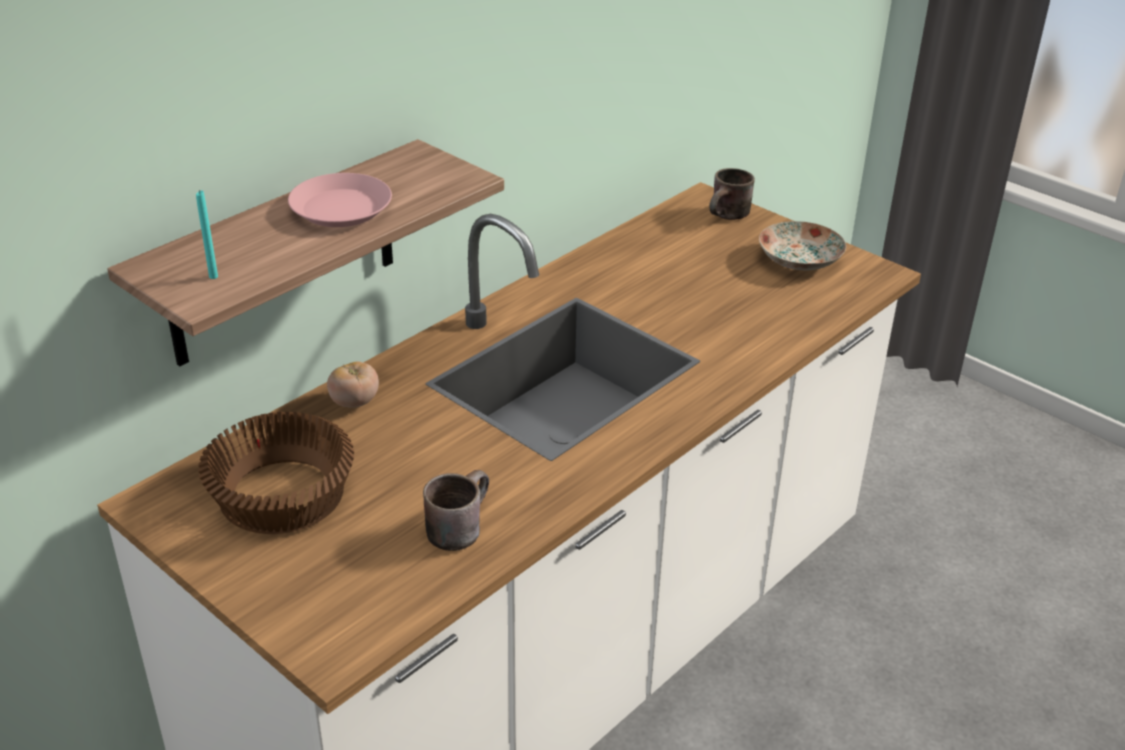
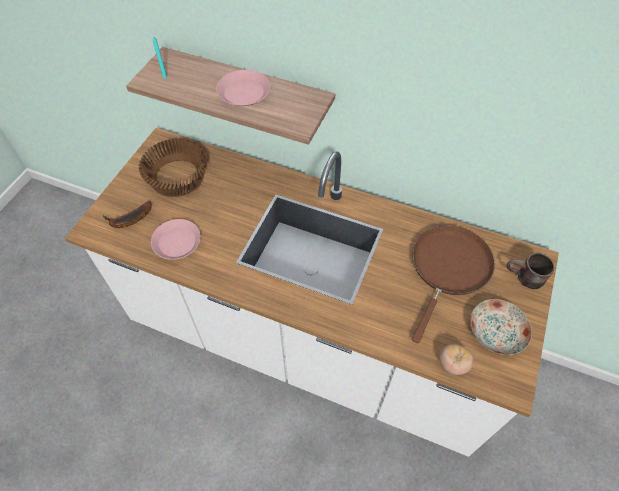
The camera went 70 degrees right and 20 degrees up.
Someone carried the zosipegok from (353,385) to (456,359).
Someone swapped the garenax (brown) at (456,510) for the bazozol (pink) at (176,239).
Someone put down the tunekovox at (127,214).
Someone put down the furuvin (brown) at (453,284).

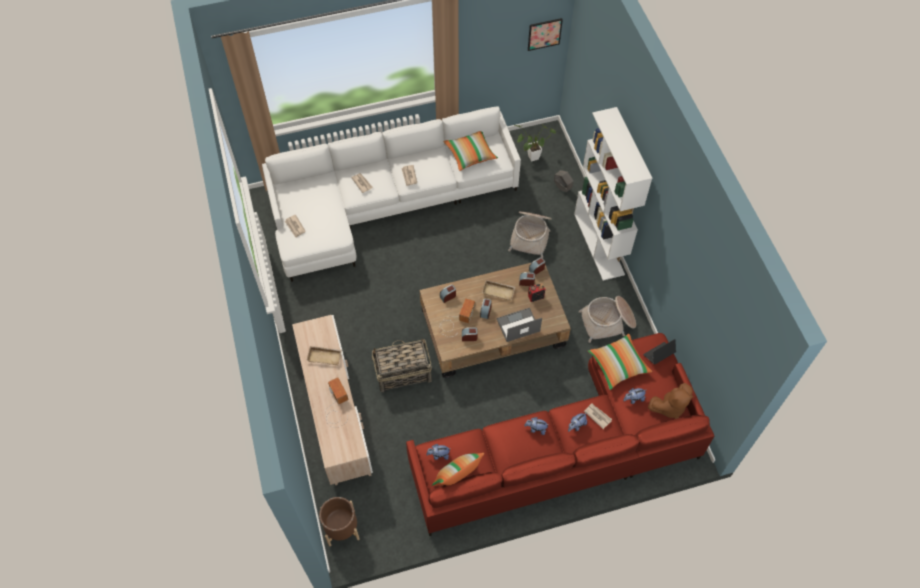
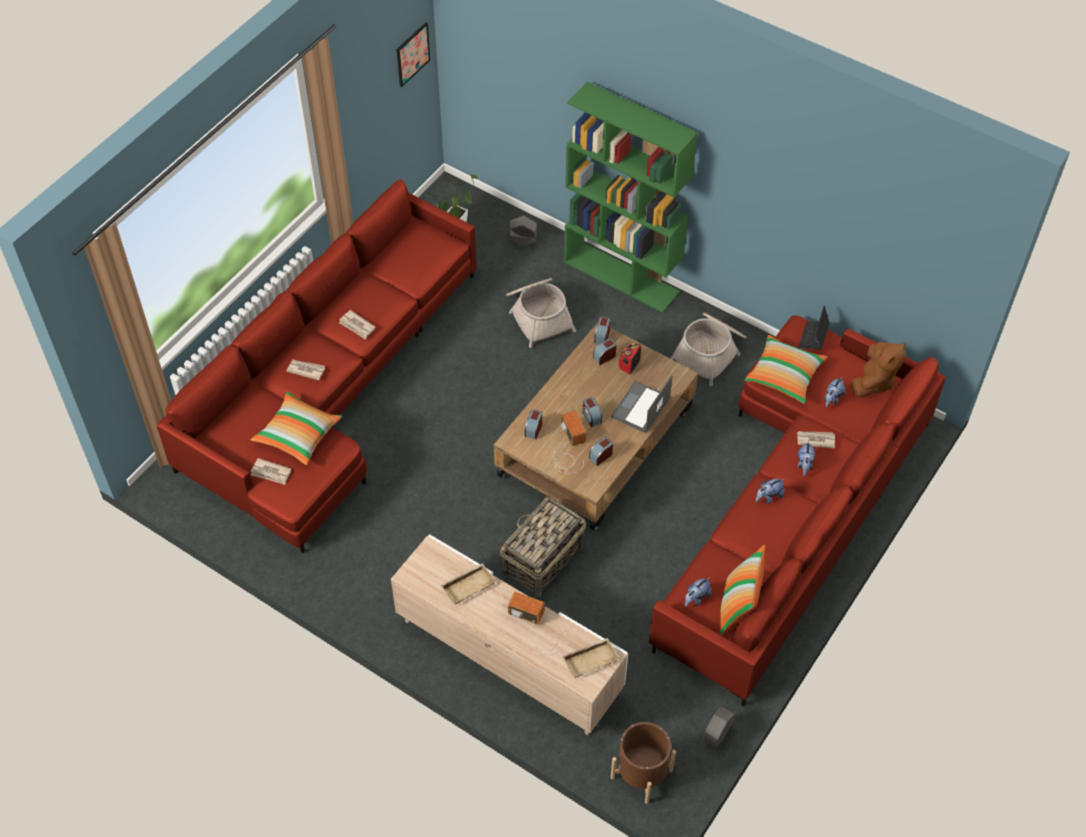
The camera went 40 degrees left and 5 degrees down.
Someone repainted the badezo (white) at (391,194), which became the badezo (red) at (317,366).
Someone repainted the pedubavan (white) at (613,194), which became the pedubavan (green) at (631,197).
Someone carried the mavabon from (470,151) to (296,428).
Someone carried the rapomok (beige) from (498,290) to (590,658).
Someone put down the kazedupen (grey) at (718,727).

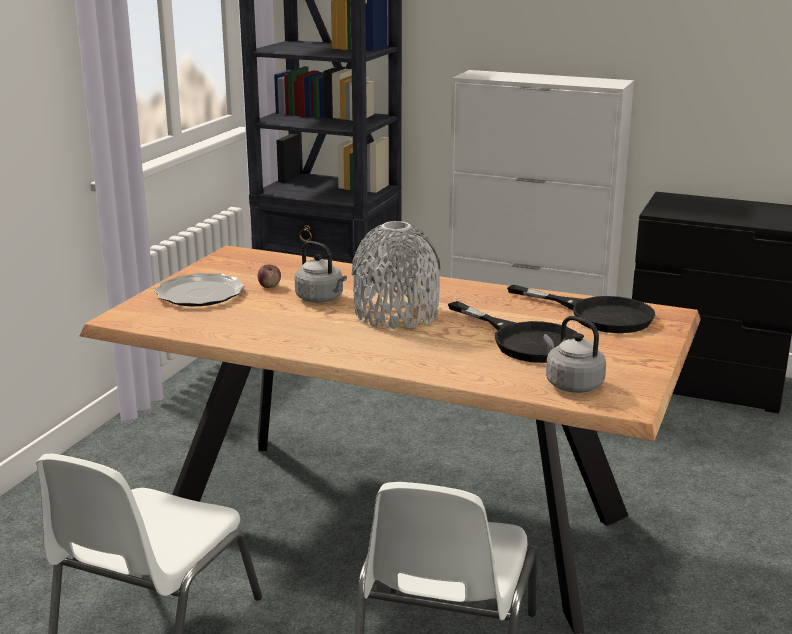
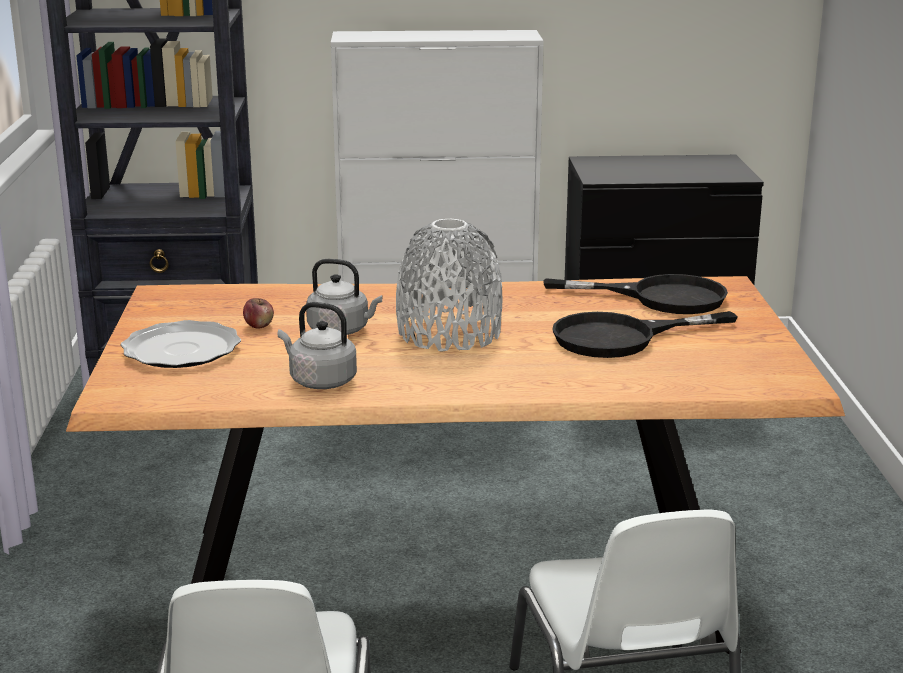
The camera went 25 degrees left and 0 degrees up.
Someone rotated the furuvin (black) at (512,332) by 135 degrees clockwise.
Someone carried the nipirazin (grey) from (574,354) to (317,345).

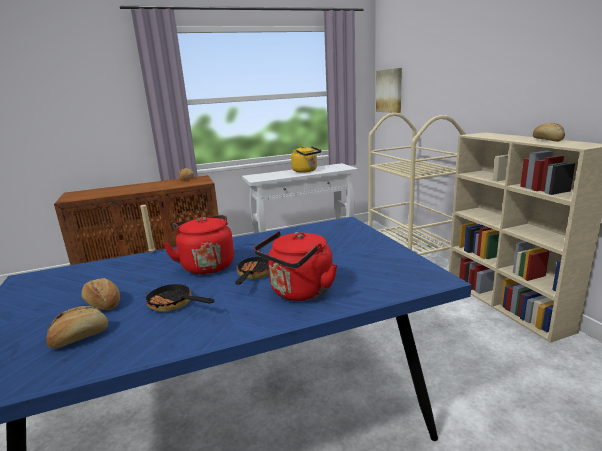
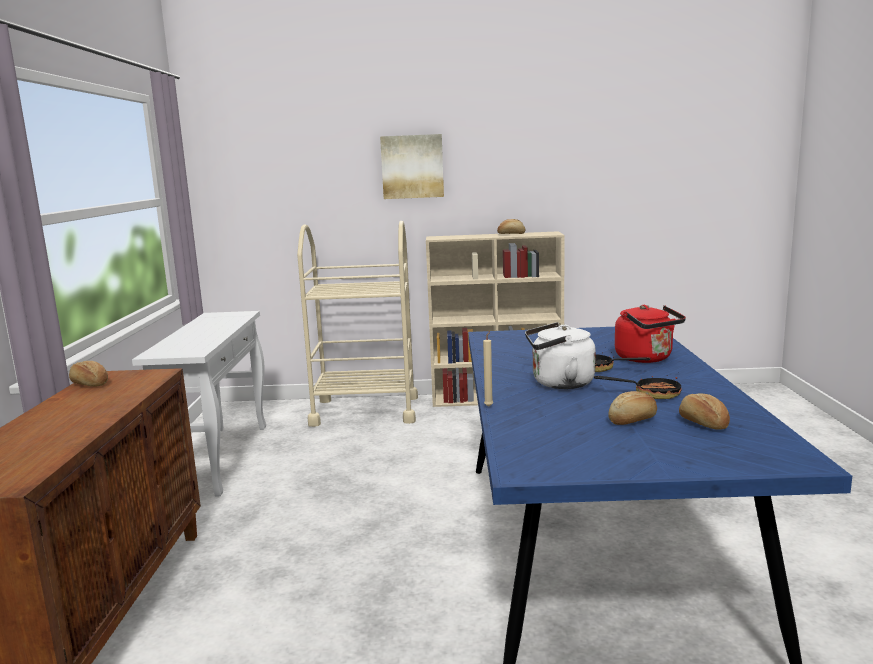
The camera went 70 degrees left and 5 degrees down.
Someone carried the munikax from (389,90) to (412,166).
Someone took away the nipirazin (yellow) at (306,159).
Someone repainted the nipirazin (red) at (198,245), which became the nipirazin (white) at (560,355).
Someone rotated the furuvin at (178,297) by 135 degrees counterclockwise.

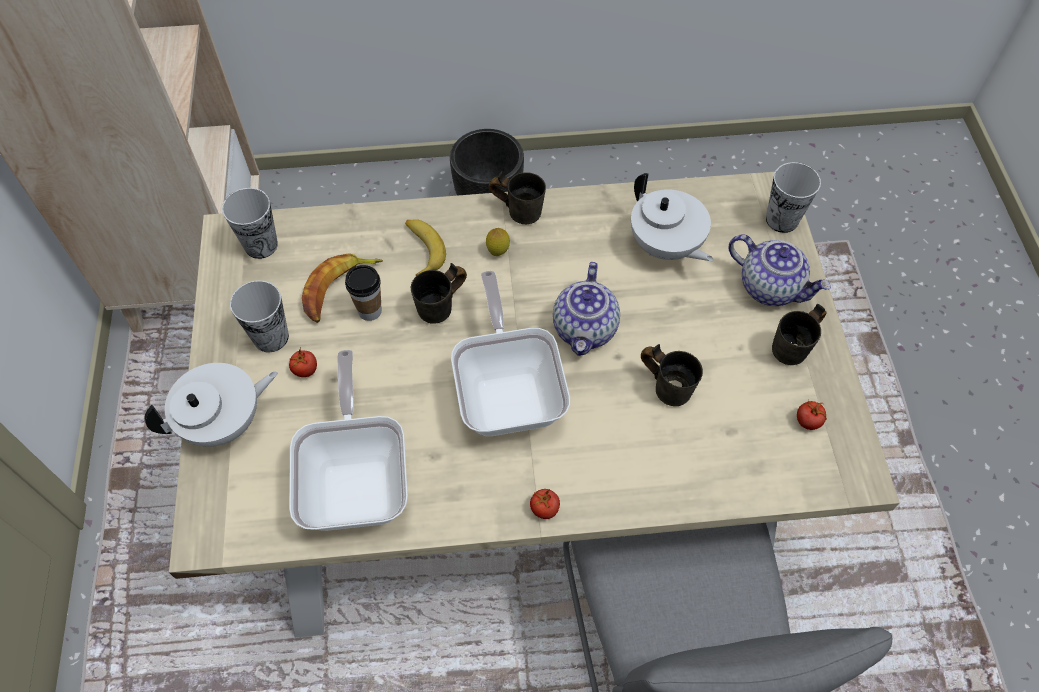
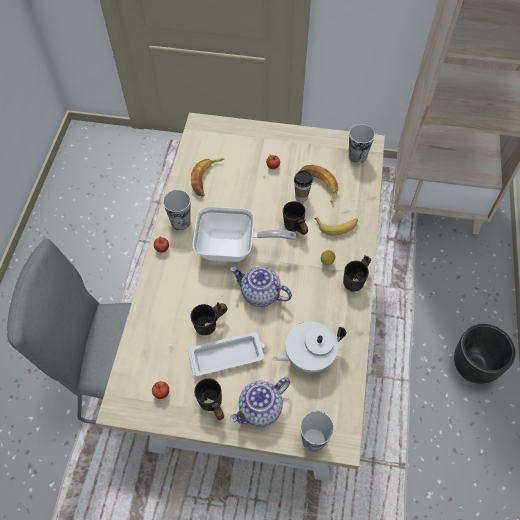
The camera went 105 degrees right and 0 degrees up.
Someone carried the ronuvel from (259,316) to (177,210).
Someone swapped the furuvin at (348,440) for the tunekovox at (207,177).
Someone took away the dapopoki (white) at (211,405).
Someone put down the rapomok (white) at (226,354).

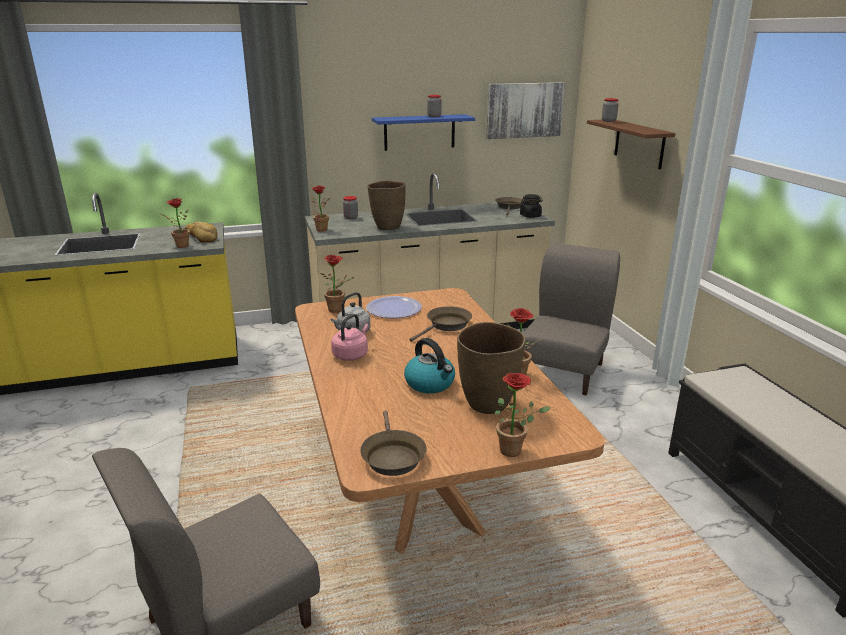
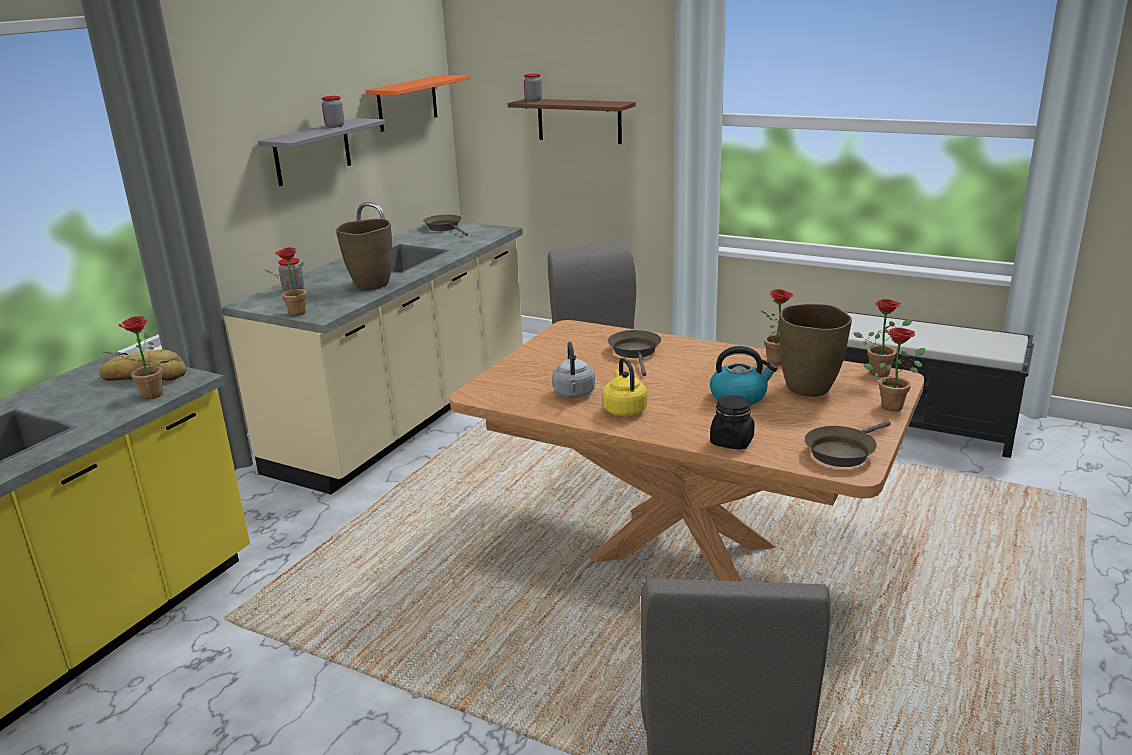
The camera went 45 degrees left and 0 degrees up.
Someone swapped the munikax at (525,110) for the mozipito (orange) at (417,103).
Someone repainted the mozipito (blue) at (423,132), which became the mozipito (grey) at (321,152).
Someone carried the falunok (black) from (531,206) to (732,422).
Someone carried the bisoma from (337,284) to (883,338).
Someone took away the bazozol at (394,307).
Someone repainted the nipirazin (pink) at (350,337), which became the nipirazin (yellow) at (625,387).
Someone rotated the furuvin (brown) at (393,443) by 105 degrees clockwise.

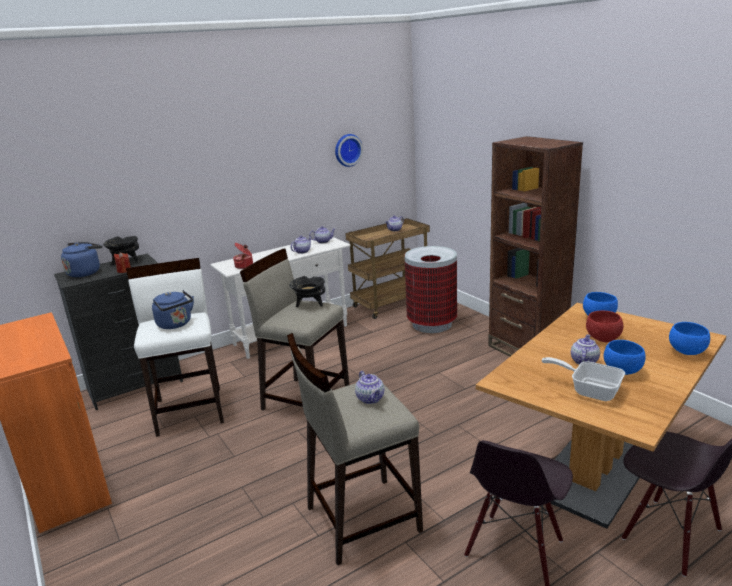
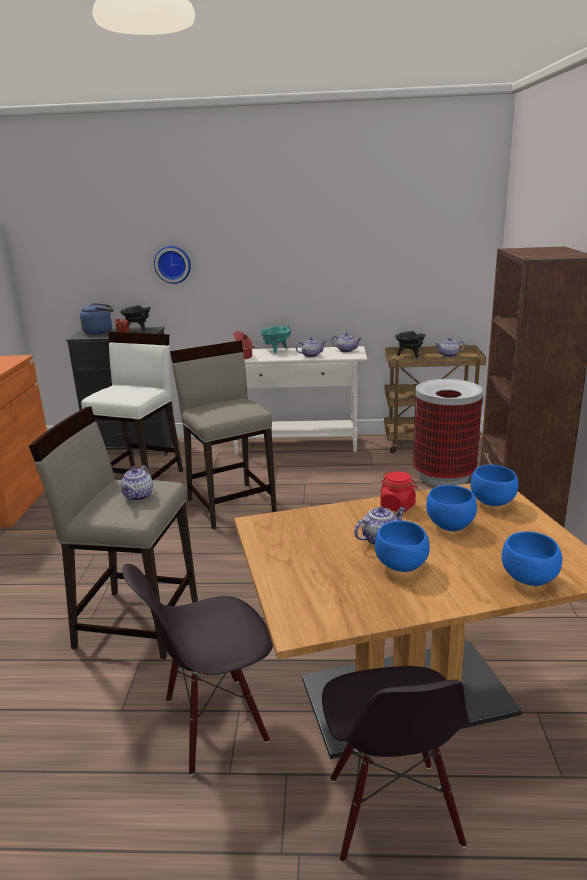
The camera went 35 degrees right and 0 degrees up.
Someone carried the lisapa from (349,150) to (172,265).
Someone carried the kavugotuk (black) from (307,291) to (410,344).
Someone took away the nipirazin (blue) at (173,309).
Someone repainted the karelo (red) at (604,326), which became the karelo (blue) at (451,508).
Someone took away the furuvin at (583,379).
Someone put down the kavugotuk (turquoise) at (275,339).
Someone put down the falunok (red) at (398,491).

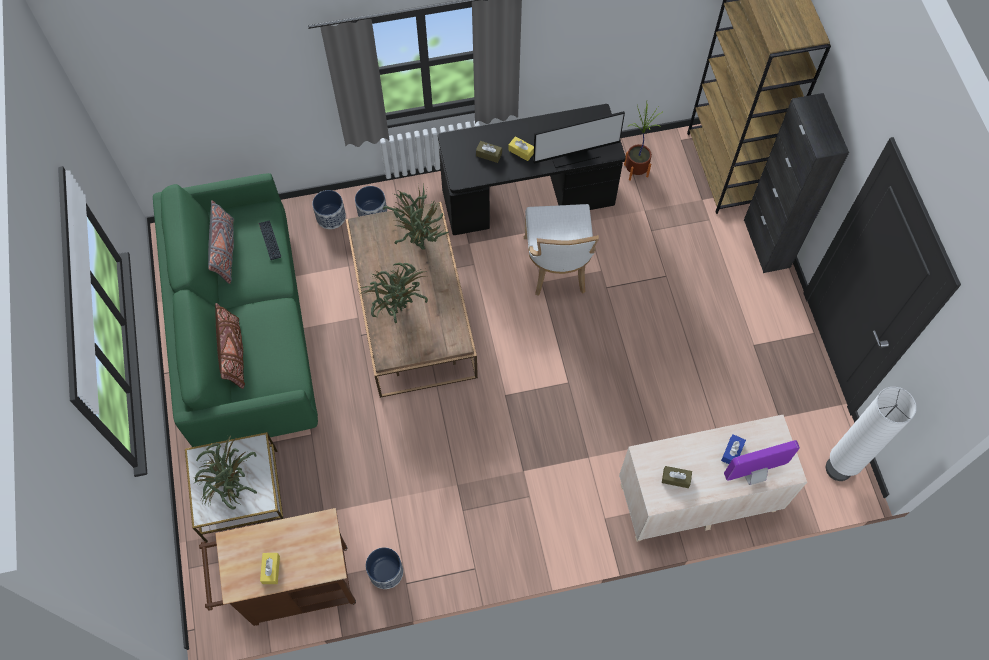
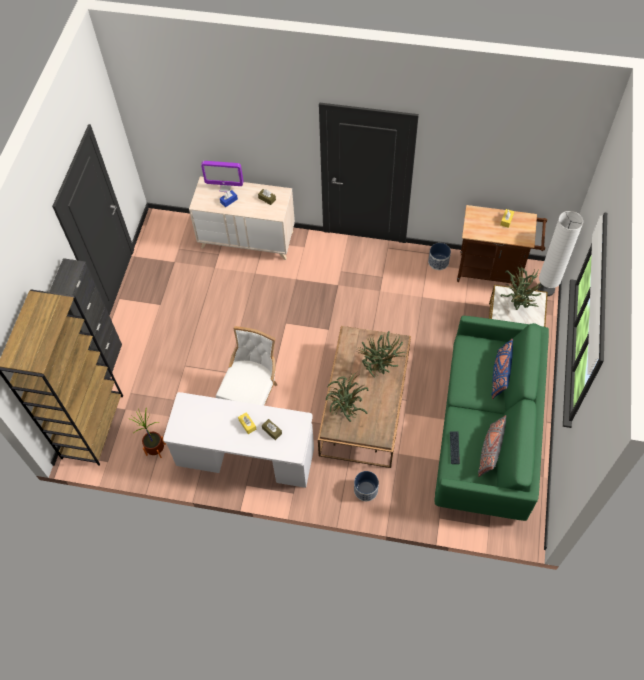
The camera went 155 degrees left and 5 degrees down.
Someone repainted the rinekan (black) at (532,169), which became the rinekan (white) at (238,440).
Someone took away the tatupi at (579,139).
Someone took away the kazedupen at (329,209).
Someone repainted the mavabon (brown) at (230,346), which became the mavabon (blue) at (502,368).
Someone carried the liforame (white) from (871,434) to (560,254).

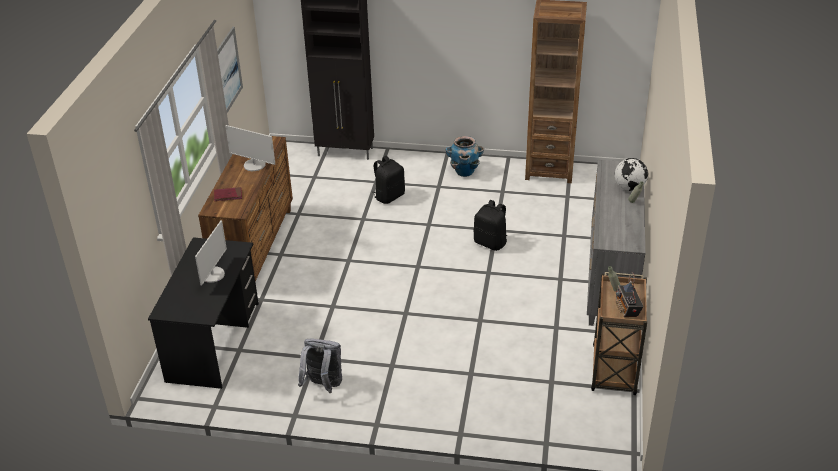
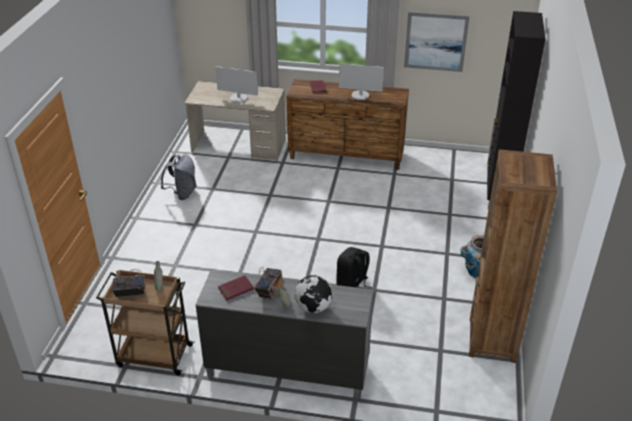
The camera went 90 degrees right and 0 degrees up.
Someone rotated the tatupi at (250,148) by 105 degrees counterclockwise.
Someone took away the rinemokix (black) at (388,180).
Someone repainted the rinekan (black) at (203,313), which became the rinekan (beige) at (235,121).
Someone put down the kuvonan at (269,283).
Someone put down the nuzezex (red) at (236,287).

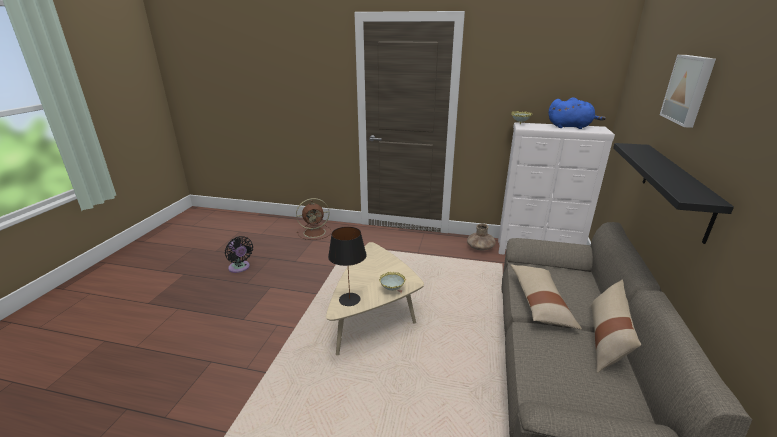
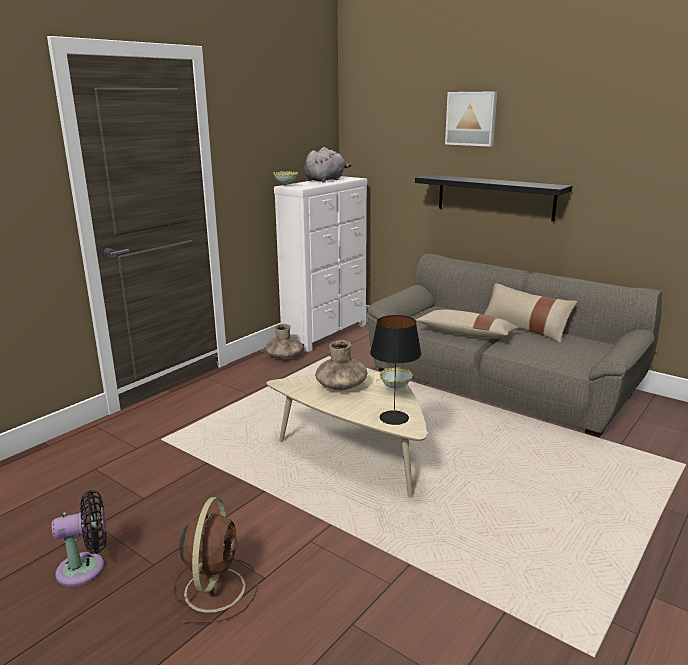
The camera went 65 degrees left and 5 degrees down.
Someone repainted the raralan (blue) at (577,113), which became the raralan (grey) at (328,165).
Someone carried the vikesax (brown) from (313,219) to (215,560).
Someone put down the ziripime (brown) at (341,365).

